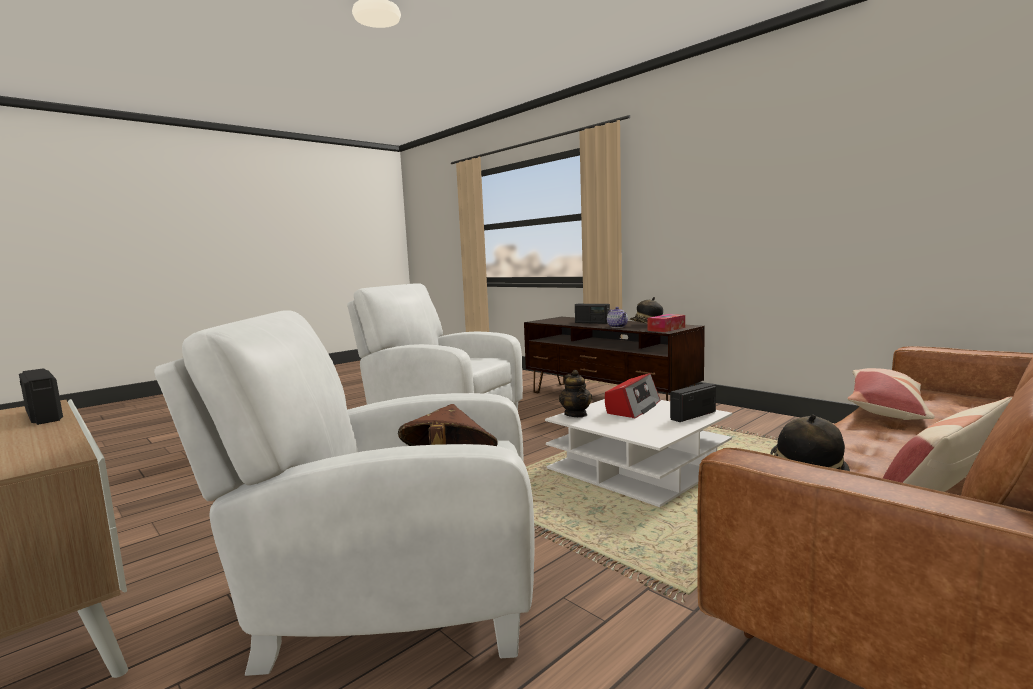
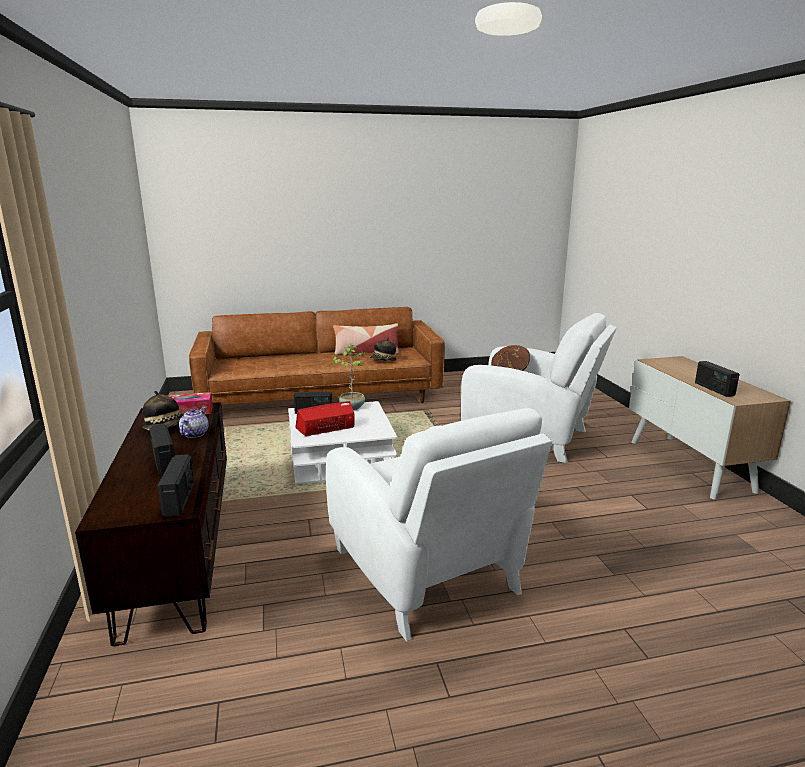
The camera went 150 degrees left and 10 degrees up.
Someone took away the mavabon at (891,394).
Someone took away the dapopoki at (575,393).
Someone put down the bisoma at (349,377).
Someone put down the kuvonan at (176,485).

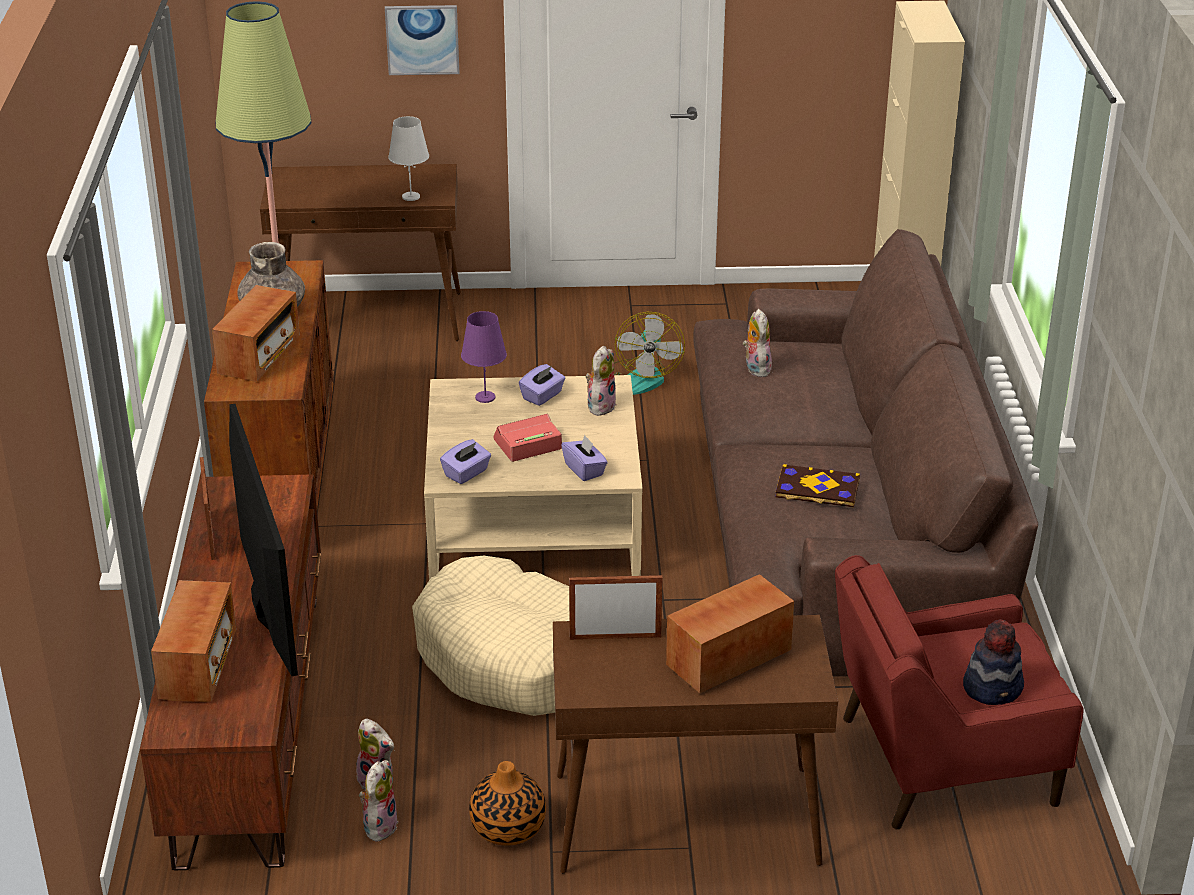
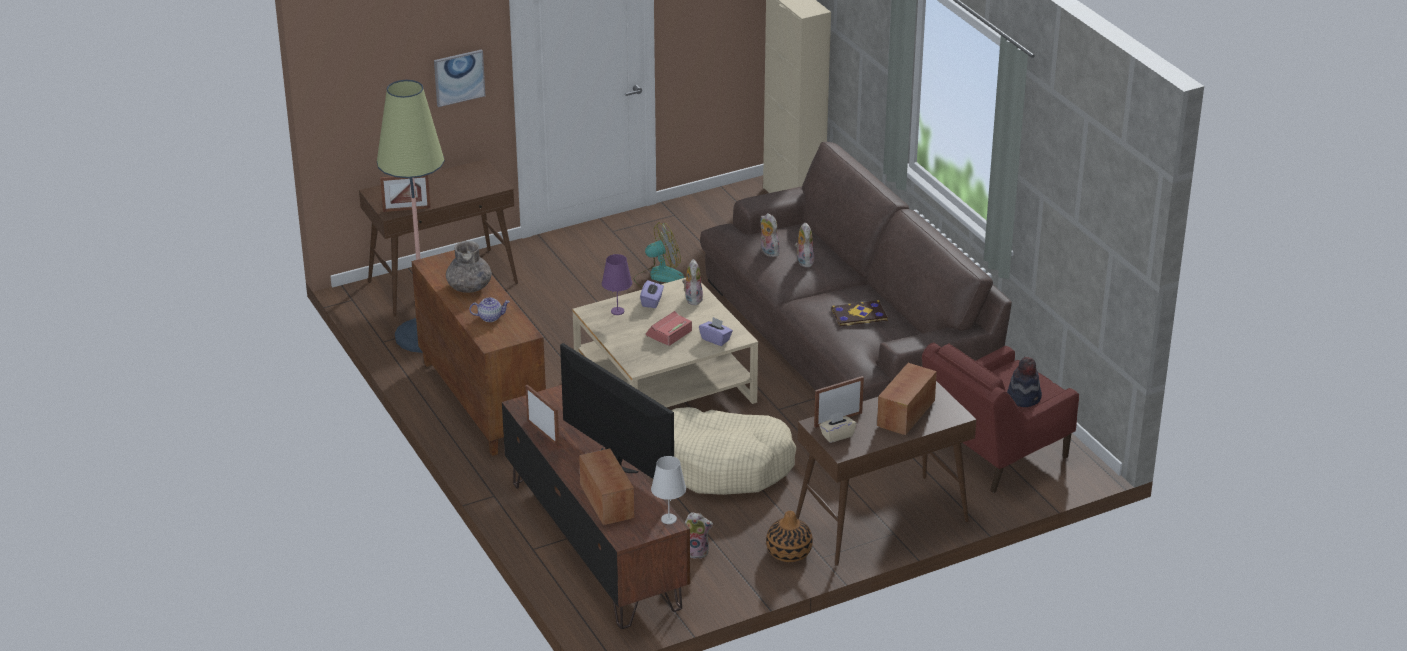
The camera went 25 degrees left and 0 degrees up.
Someone carried the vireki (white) from (408,158) to (668,490).
Someone swapped the kuvonan at (256,333) for the dapopoki at (489,309).
Someone rotated the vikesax at (649,353) by 90 degrees counterclockwise.
Someone took away the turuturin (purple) at (465,461).
Someone carried the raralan from (379,800) to (804,244).
Someone put down the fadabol at (405,193).
Someone put down the turuturin (beige) at (837,427).

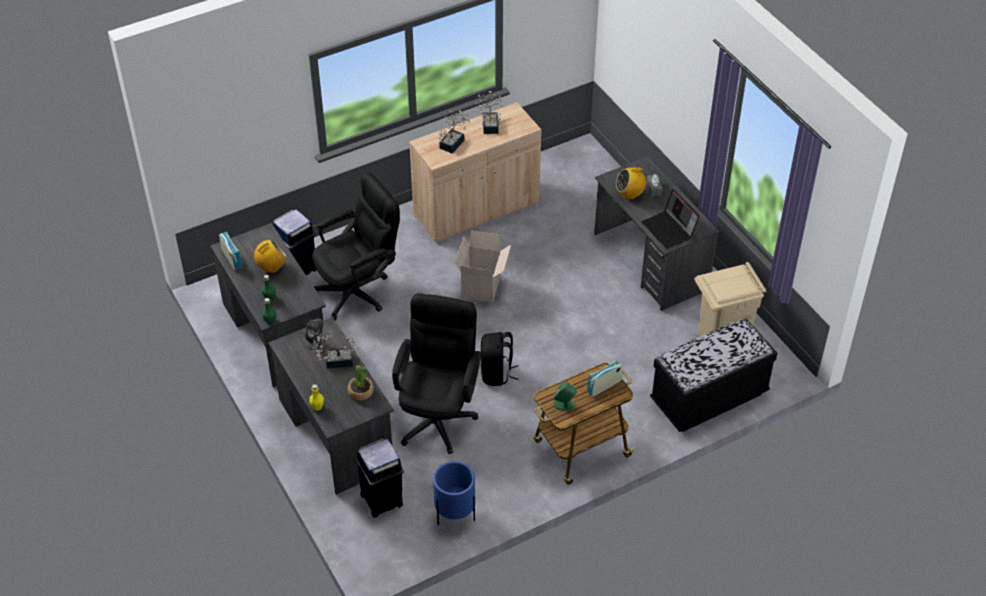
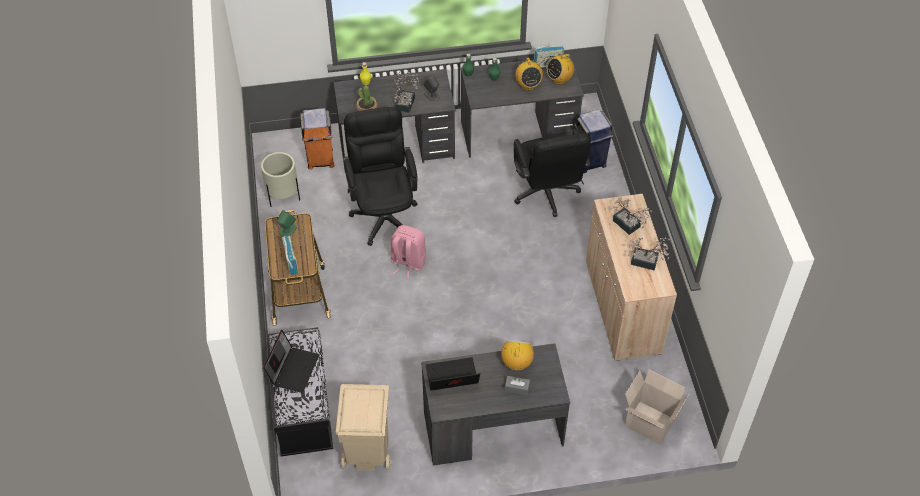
The camera went 110 degrees right and 5 degrees up.
Someone carried the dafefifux from (483,266) to (657,407).
Someone rotated the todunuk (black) at (436,373) by 135 degrees counterclockwise.
Someone repainted the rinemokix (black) at (499,359), which became the rinemokix (pink) at (408,252).
Someone repainted the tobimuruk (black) at (379,478), which became the tobimuruk (orange) at (317,139).
Someone repainted the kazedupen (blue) at (454,493), which became the kazedupen (beige) at (280,179).
Someone put down the kuvonan at (560,68).
Someone put down the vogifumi at (291,361).

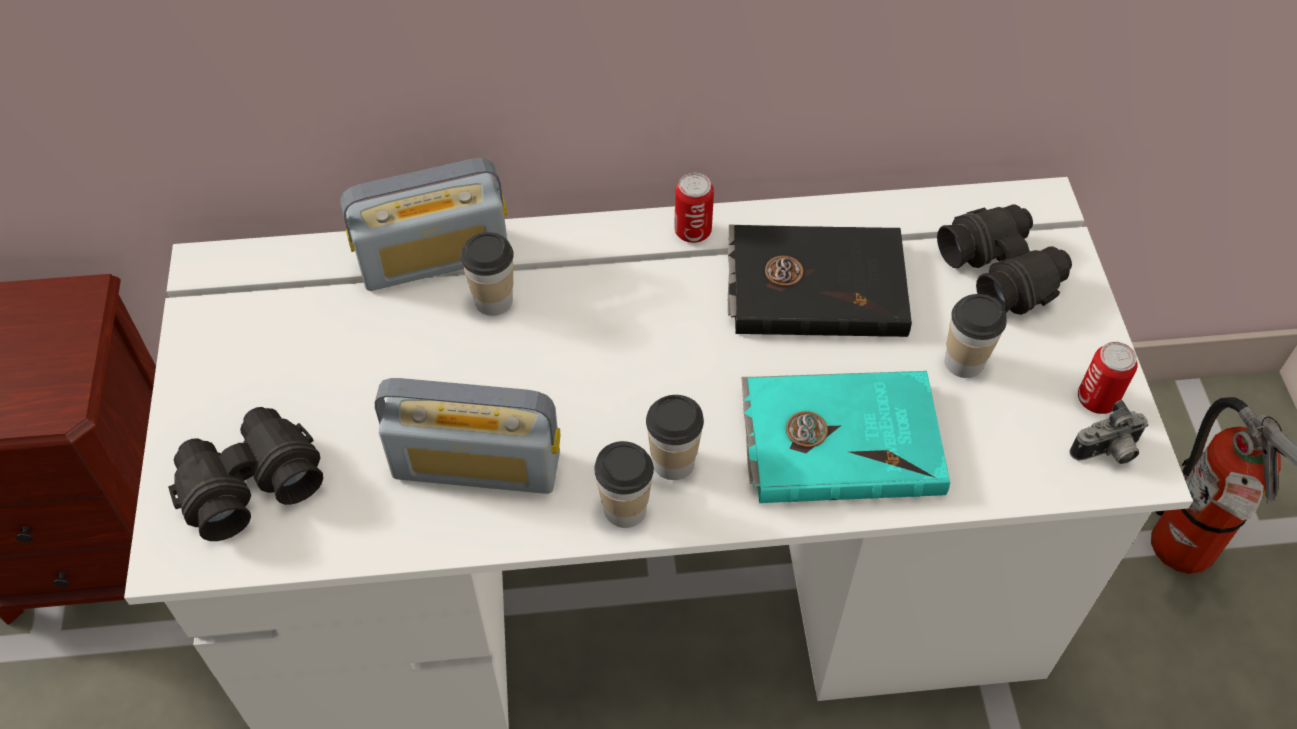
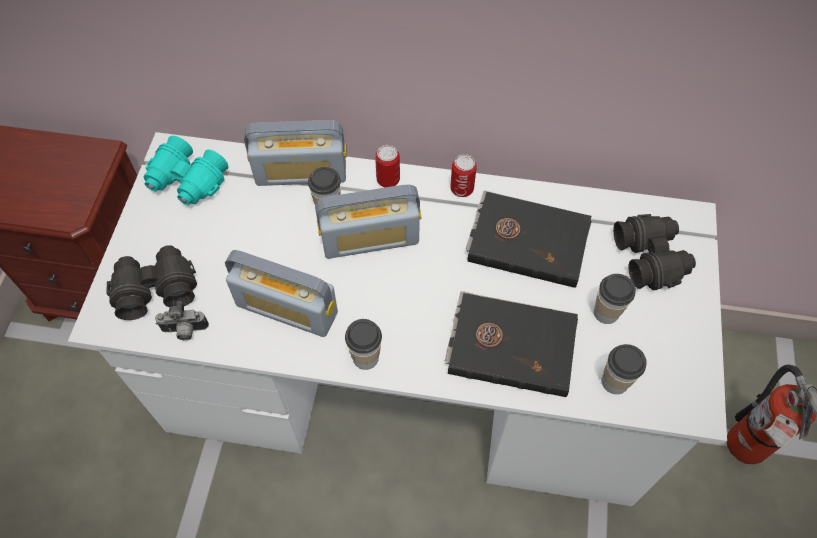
The camera went 15 degrees right and 5 degrees up.
Someone carried the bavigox from (1108,378) to (387,166).
Someone repainted the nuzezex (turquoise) at (845,437), which became the nuzezex (black) at (511,344).
Someone carried the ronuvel from (675,437) to (624,369).
Someone carried the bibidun from (1108,432) to (182,320).
Someone put down the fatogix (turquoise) at (186,170).
Someone put down the kuvonan at (368,221).

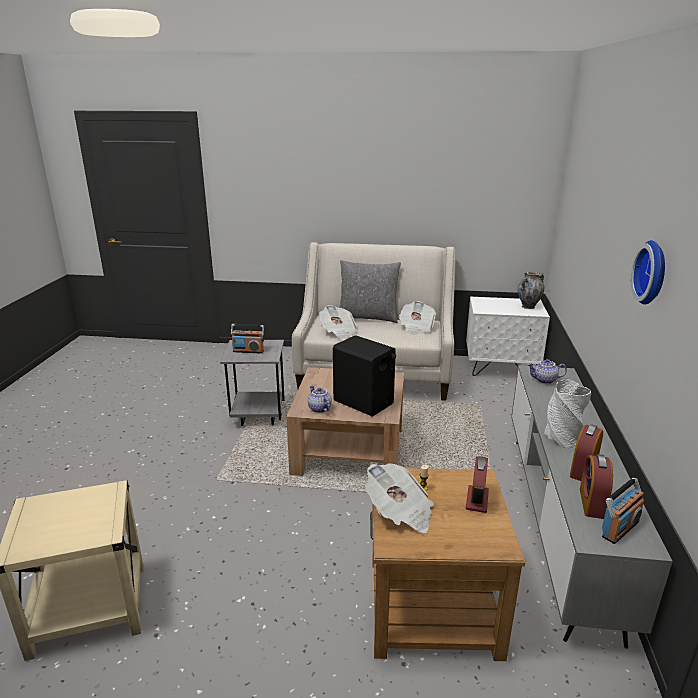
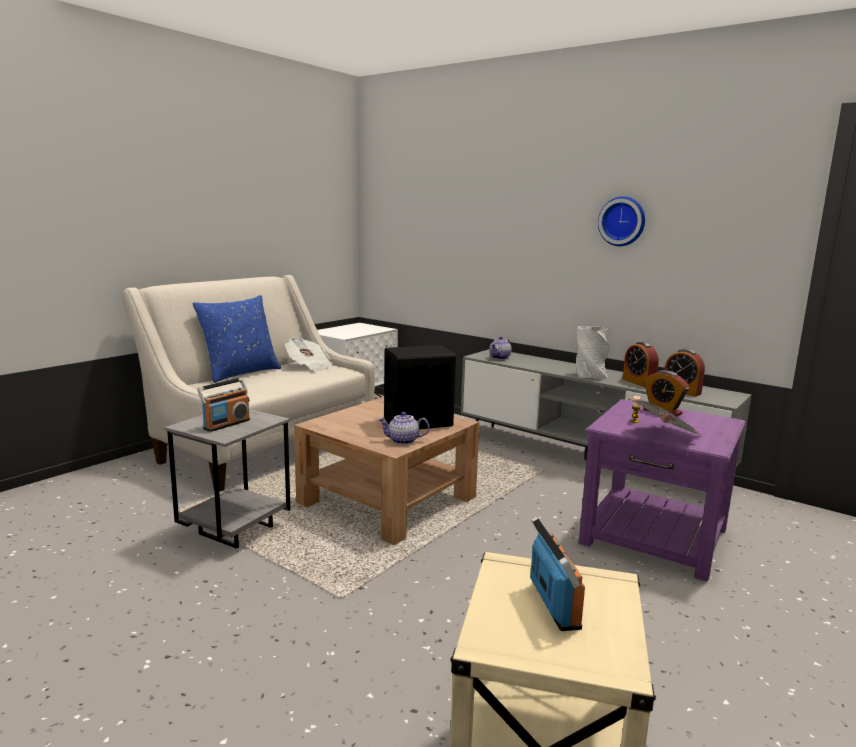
The camera went 60 degrees left and 10 degrees down.
Someone repainted the mavabon (grey) at (370,291), which became the mavabon (blue) at (237,339).
Someone took away the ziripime at (530,290).
Someone took away the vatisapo at (338,322).
Someone repainted the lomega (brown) at (447,564), which became the lomega (purple) at (662,490).
Someone carried the kuvonan from (623,511) to (557,573).

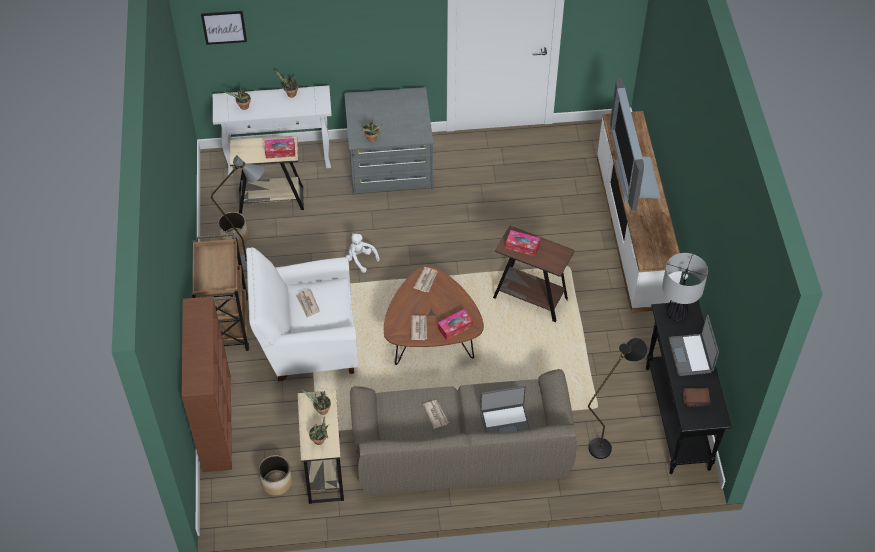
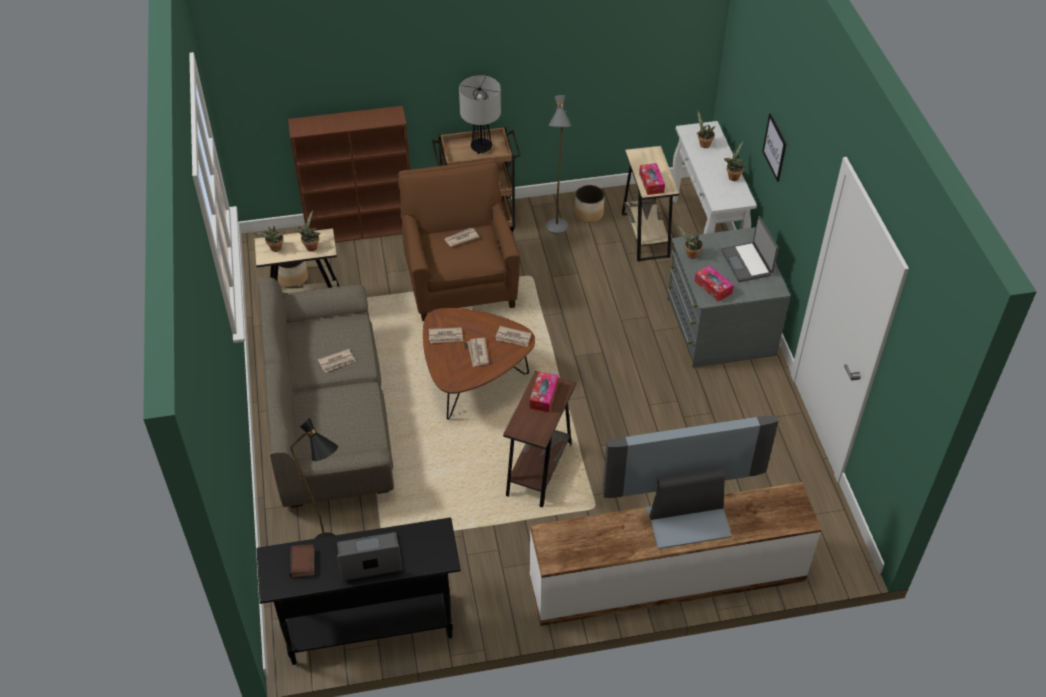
The camera went 85 degrees right and 5 degrees down.
Someone carried the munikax from (224,28) to (774,147).
Someone took away the raralan (white) at (363,253).
Someone repainted the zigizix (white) at (302,314), which became the zigizix (brown) at (459,240).
Someone carried the vireki from (685,287) to (480,114).
Someone carried the turuturin from (455,324) to (714,283).
Someone carried the vogifumi from (505,409) to (750,249).
Someone put down the vatisapo at (478,352).

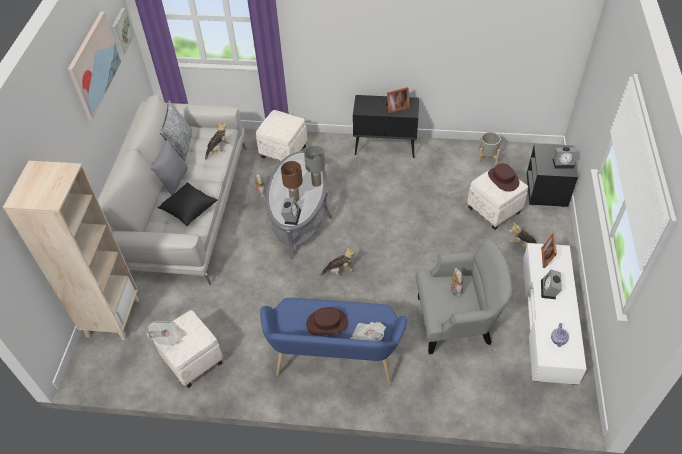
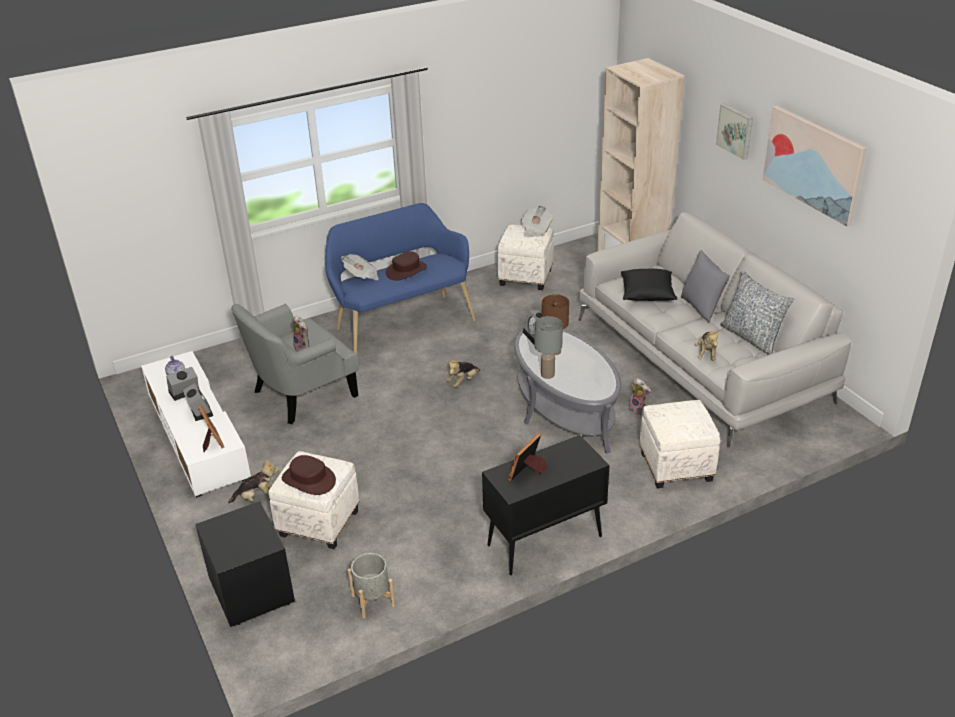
The camera went 145 degrees right and 15 degrees down.
Someone carried the munikax from (122,31) to (734,132).
Someone carried the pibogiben from (565,158) to (182,384).

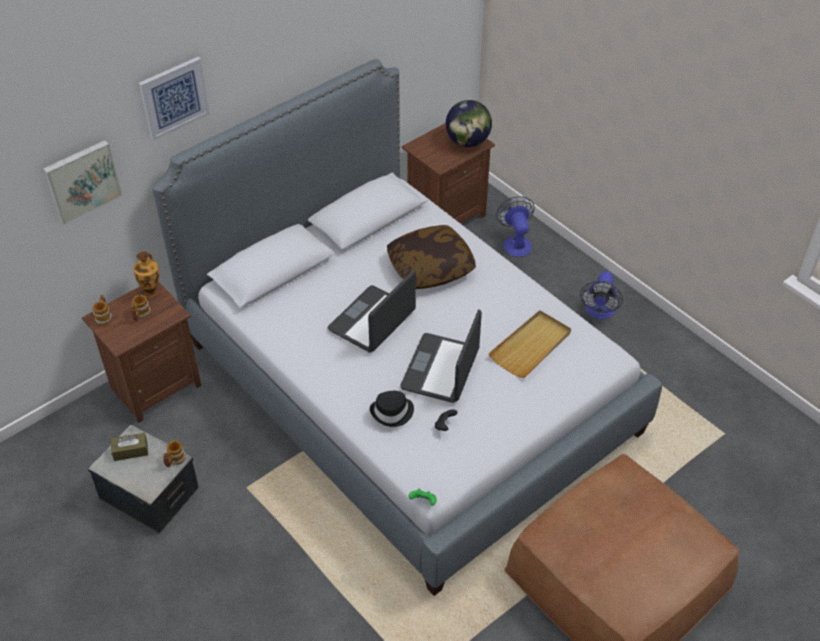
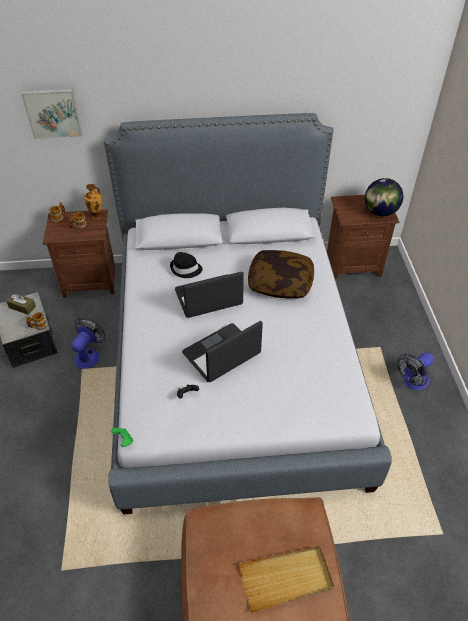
The camera went 35 degrees right and 0 degrees up.
Someone took away the munikax at (174,99).
Someone carried the vikesax from (515,226) to (88,343).
Someone carried the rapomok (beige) from (529,344) to (286,579).
Someone carried the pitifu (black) from (392,409) to (186,265).

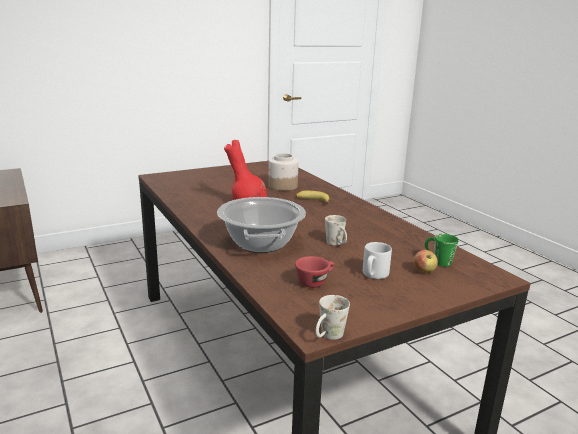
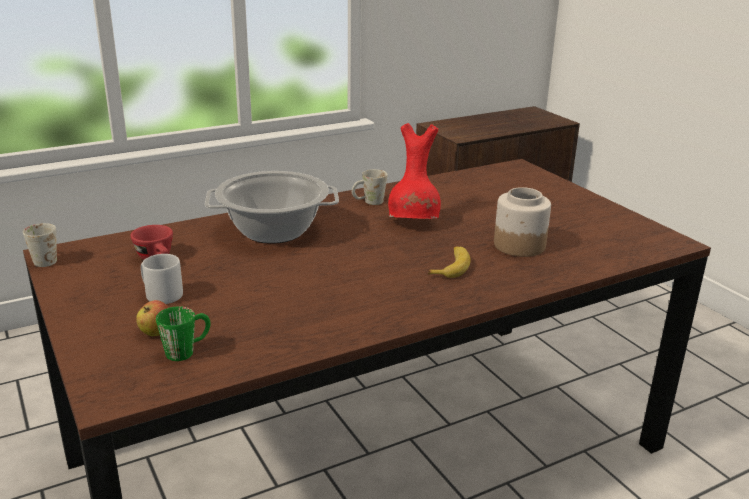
The camera went 90 degrees right and 5 degrees up.
Someone carried the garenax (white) from (336,230) to (369,187).

